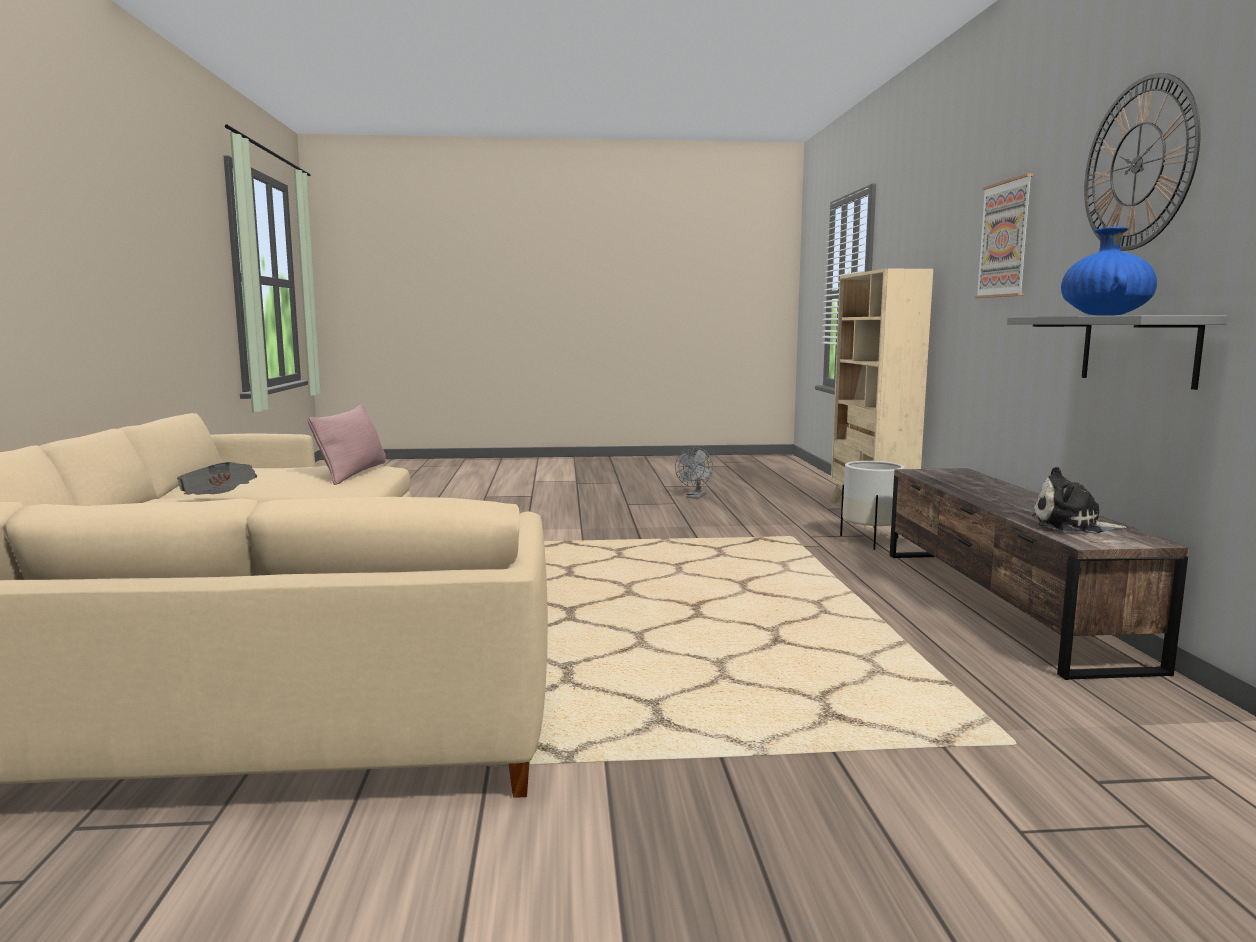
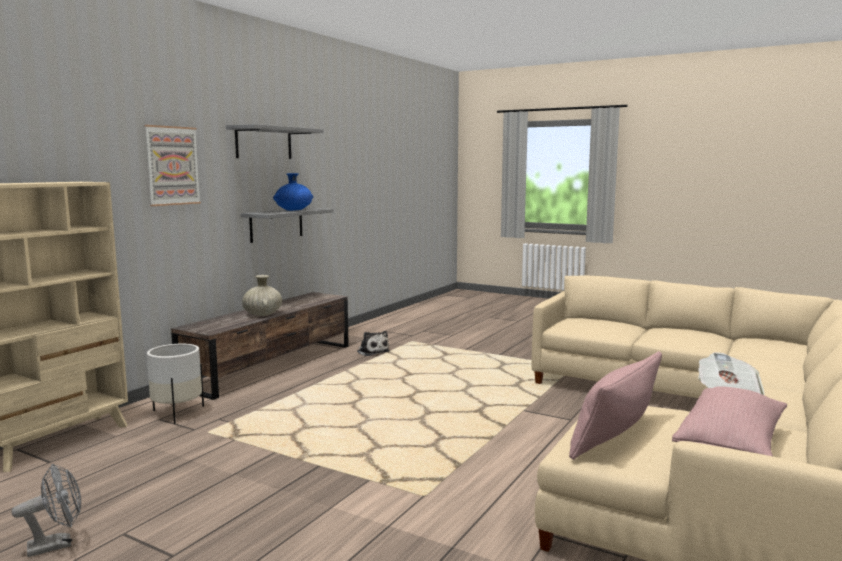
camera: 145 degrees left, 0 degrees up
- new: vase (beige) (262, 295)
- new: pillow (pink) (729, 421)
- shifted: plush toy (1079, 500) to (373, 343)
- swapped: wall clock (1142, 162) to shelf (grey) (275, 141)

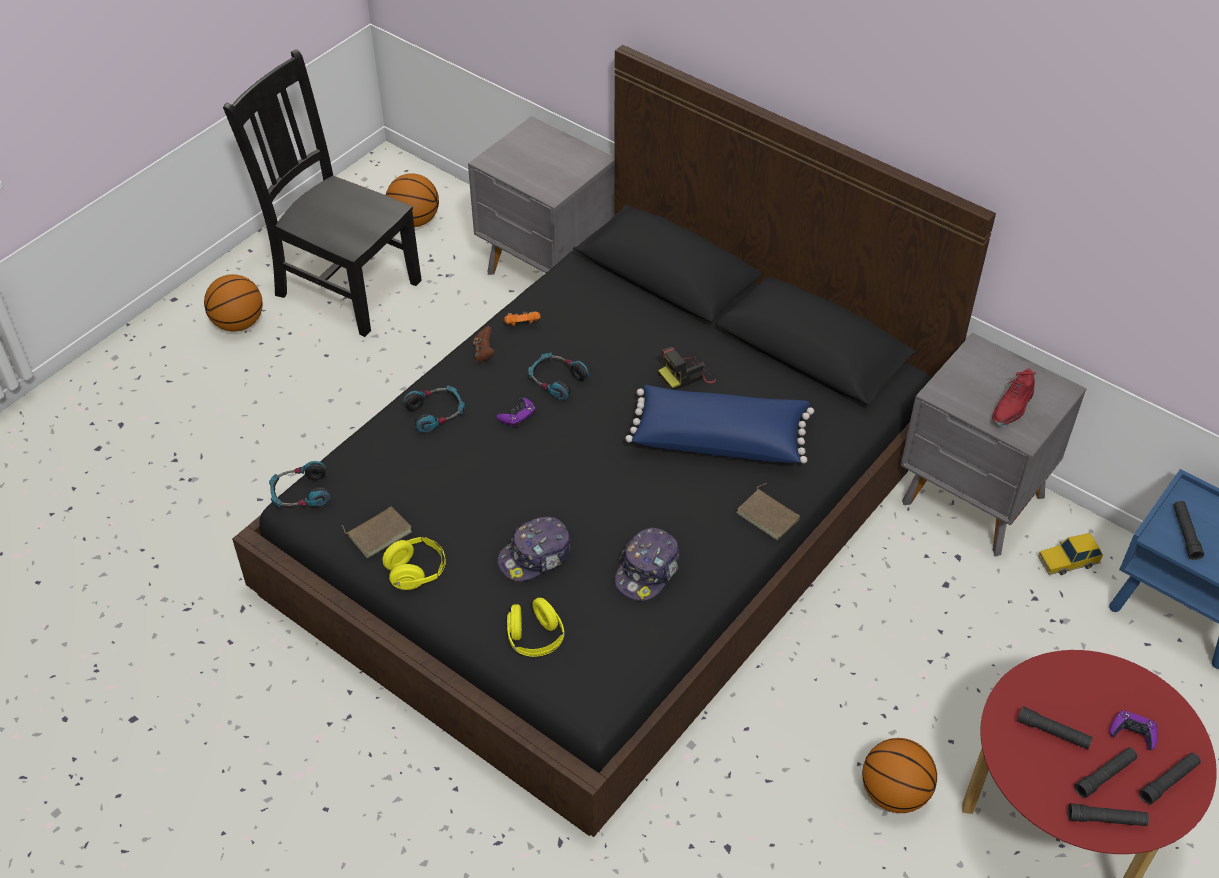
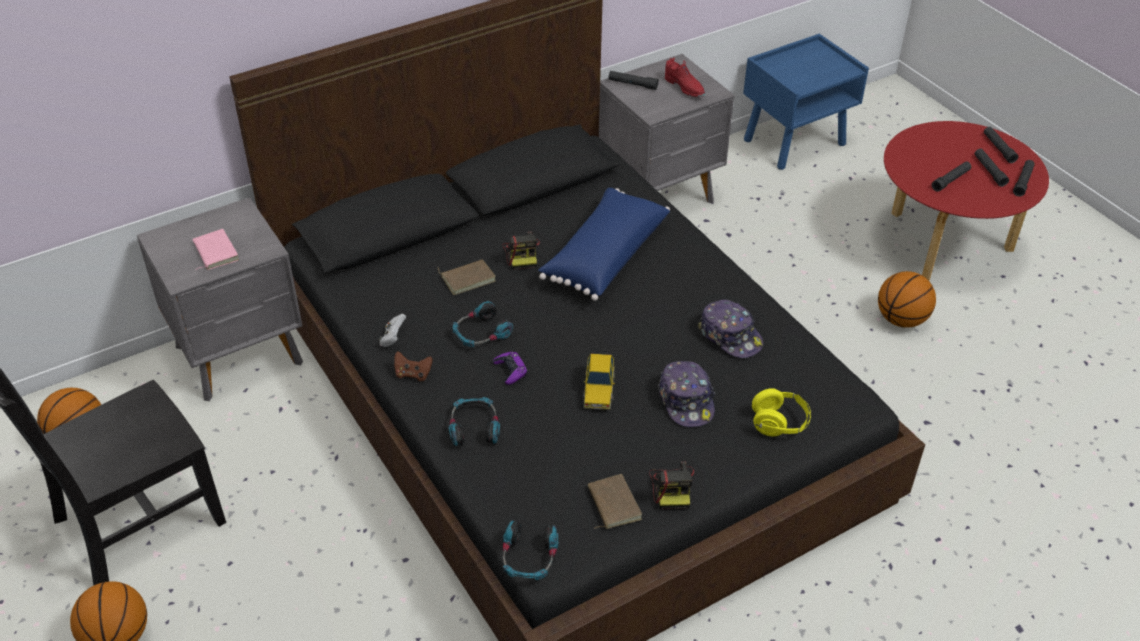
camera: 70 degrees left, 5 degrees down
- gone: game controller (purple) (1133, 730)
- new: book (pink) (215, 249)
- shifted: book (brown) (768, 511) to (466, 277)
- shifted: toy car (1070, 554) to (599, 382)
- shifted: flashlight (black) (1188, 530) to (634, 80)
- swapped: headphones (yellow) (414, 563) to photo camera (671, 485)
- repainted: game controller (orange) (522, 318) to game controller (white) (392, 330)

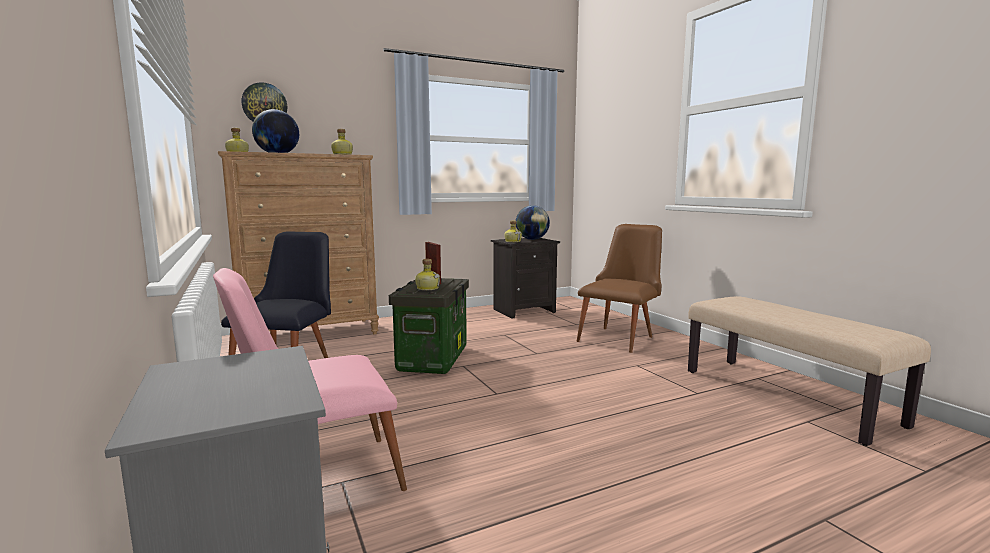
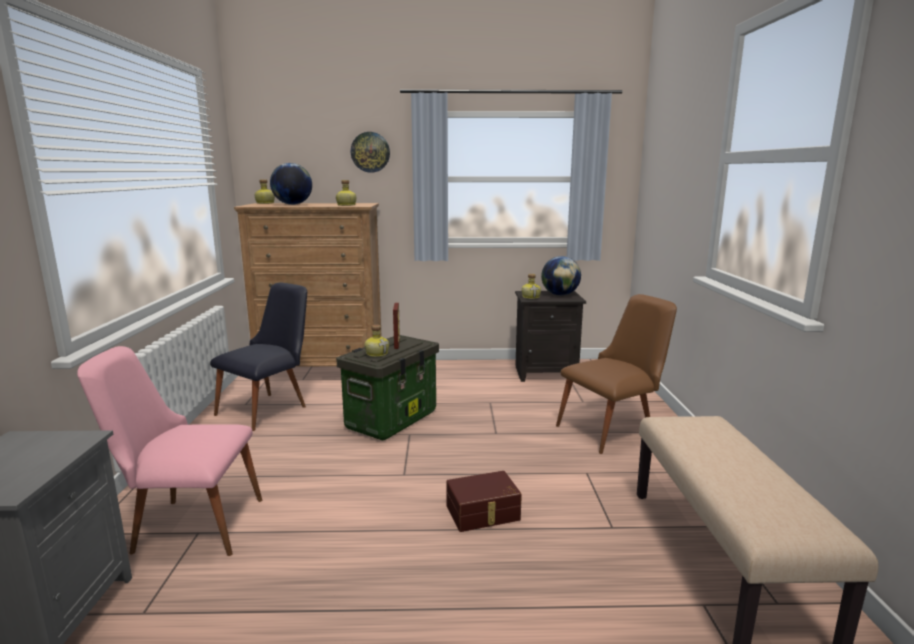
camera: 25 degrees right, 5 degrees up
- new: storage box (brown) (484, 501)
- shifted: wall clock (264, 102) to (370, 152)

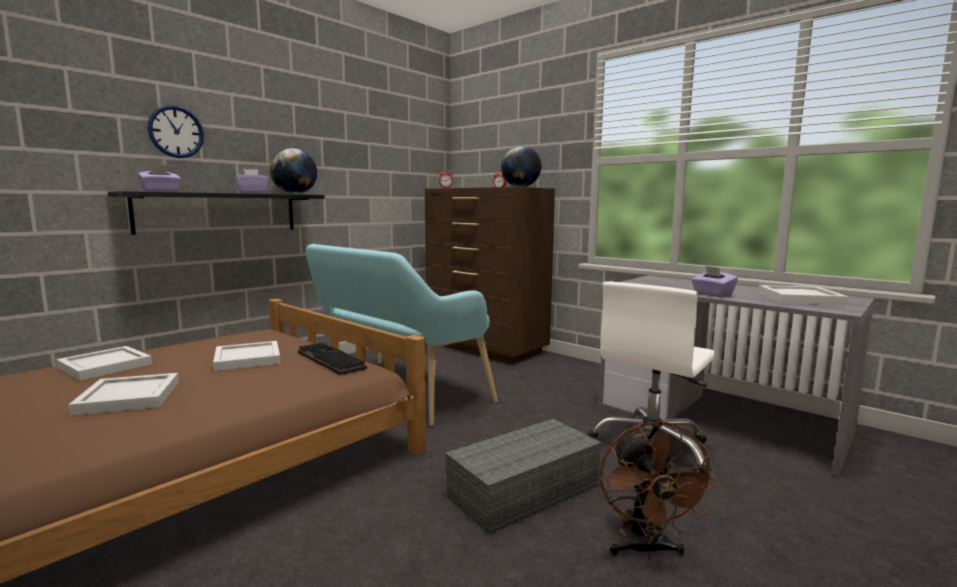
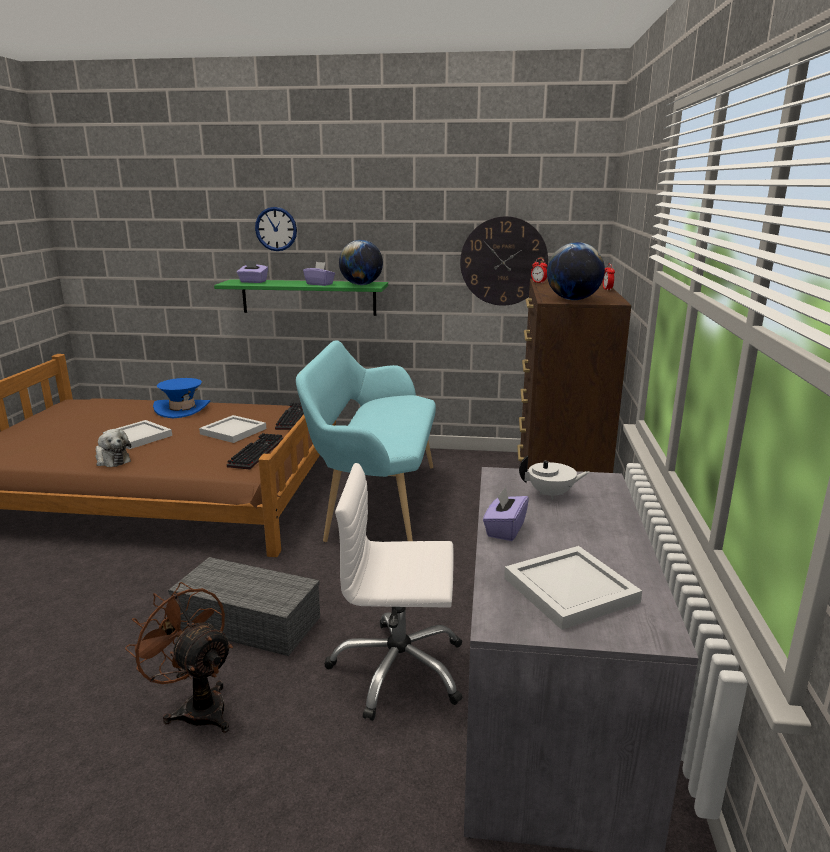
camera: 55 degrees right, 10 degrees up
- new: plush toy (113, 448)
- new: keyboard (289, 416)
- new: wall clock (504, 261)
- new: teapot (white) (554, 478)
- swapped: tray (white) (104, 363) to hat (blue) (181, 398)
- repainted: shelf (black) (216, 213) to shelf (green) (301, 297)
- rotated: fan (brown) (659, 489) = (179, 657) 75 degrees clockwise

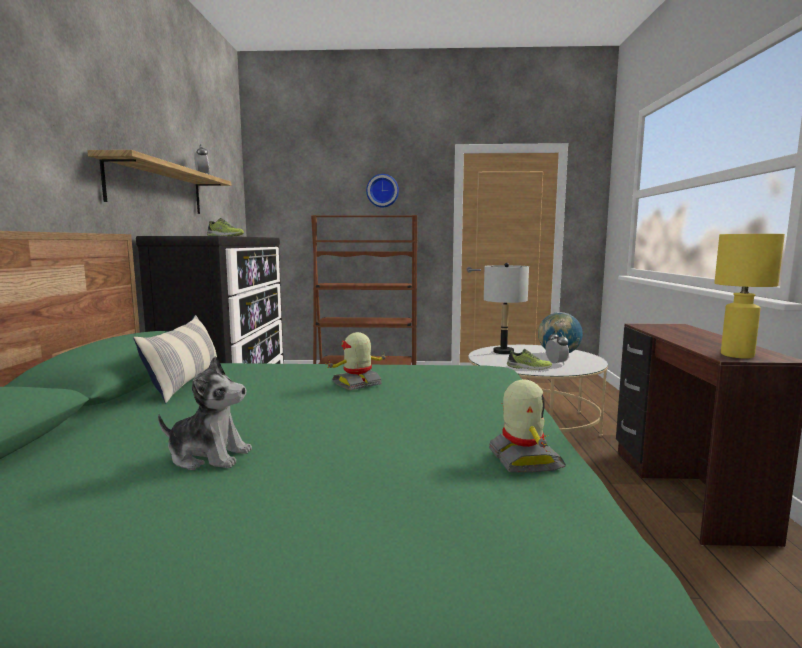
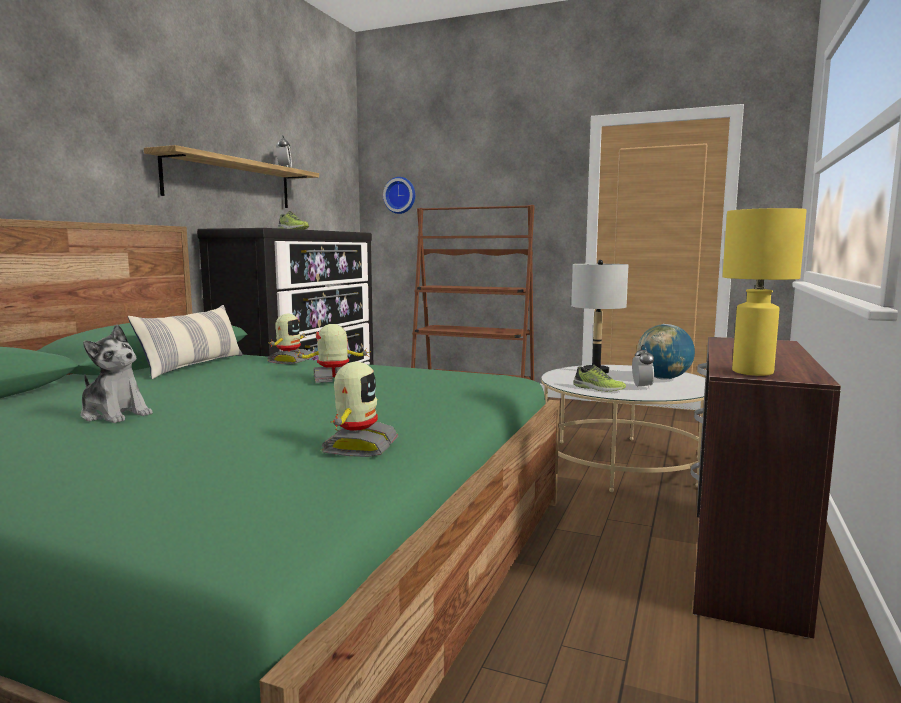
camera: 20 degrees right, 0 degrees up
- new: toy robot (291, 339)
- shifted: wall clock (382, 190) to (399, 195)

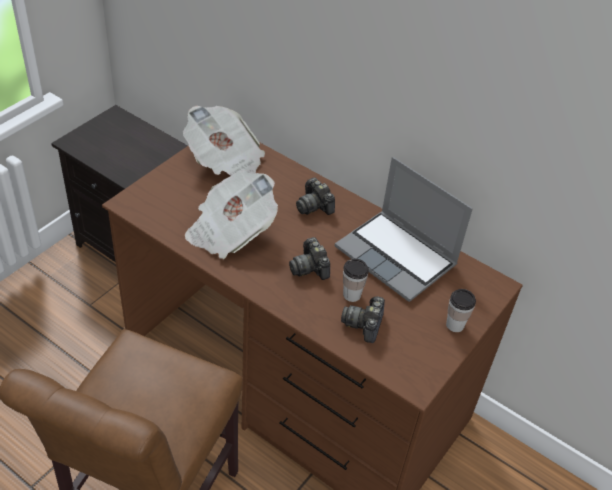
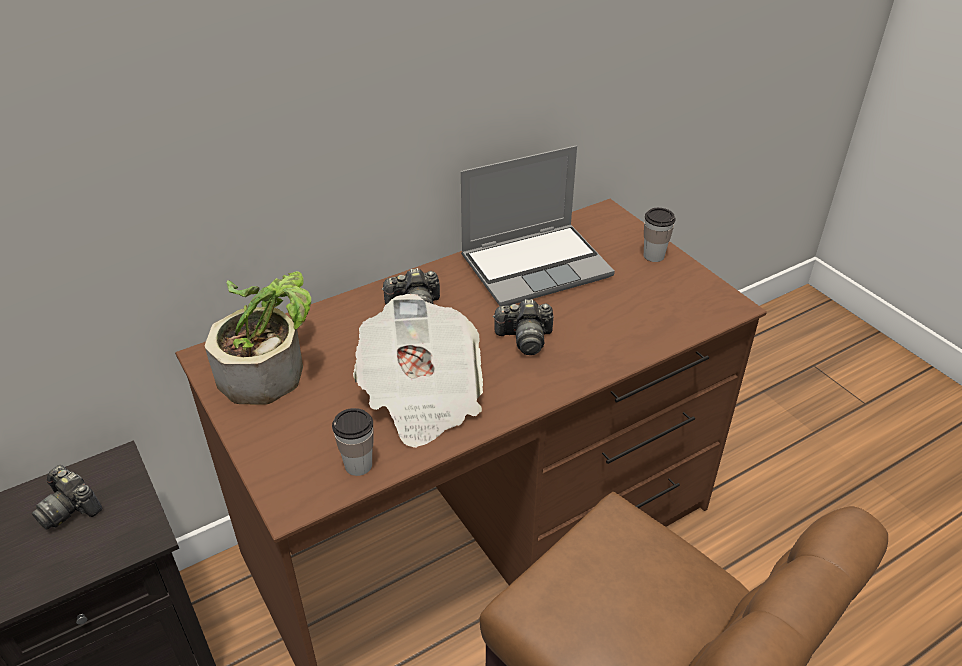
camera: 65 degrees left, 5 degrees down
- shifted: photo camera (363, 319) to (67, 497)
- shifted: cup (356, 280) to (352, 442)
- swapped: newspaper (224, 141) to potted plant (258, 338)

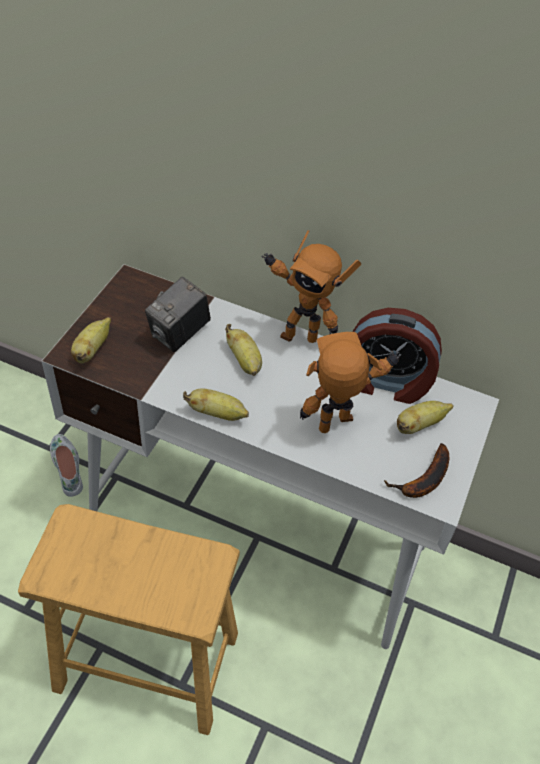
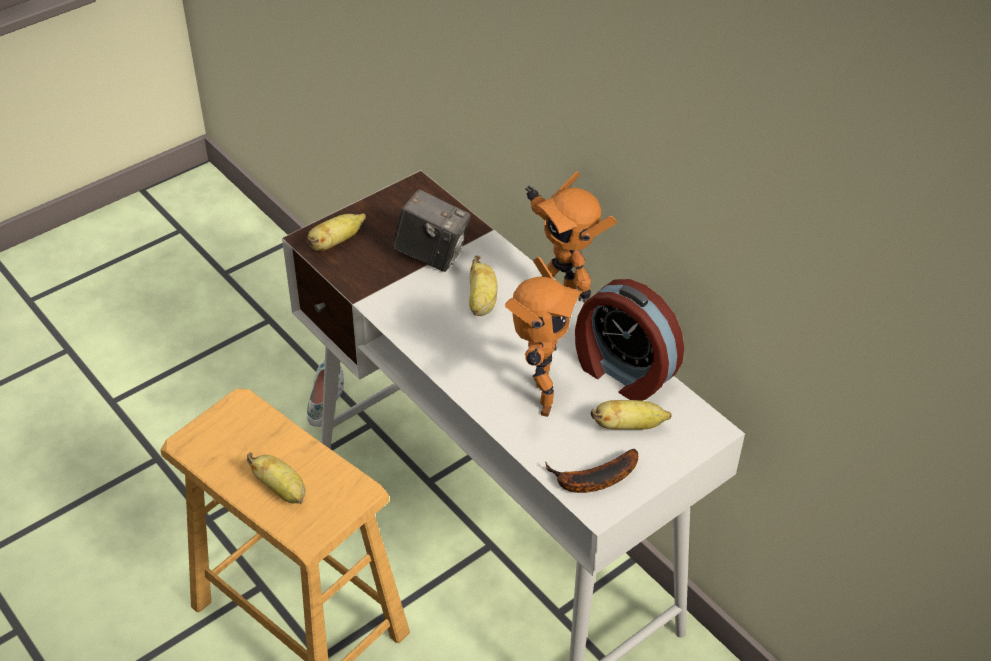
camera: 30 degrees right, 5 degrees down
- shifted: banana (216, 405) to (276, 478)
- rotated: photo camera (178, 314) = (431, 230) 135 degrees counterclockwise
- rotated: toy robot (351, 382) = (543, 337) 90 degrees clockwise

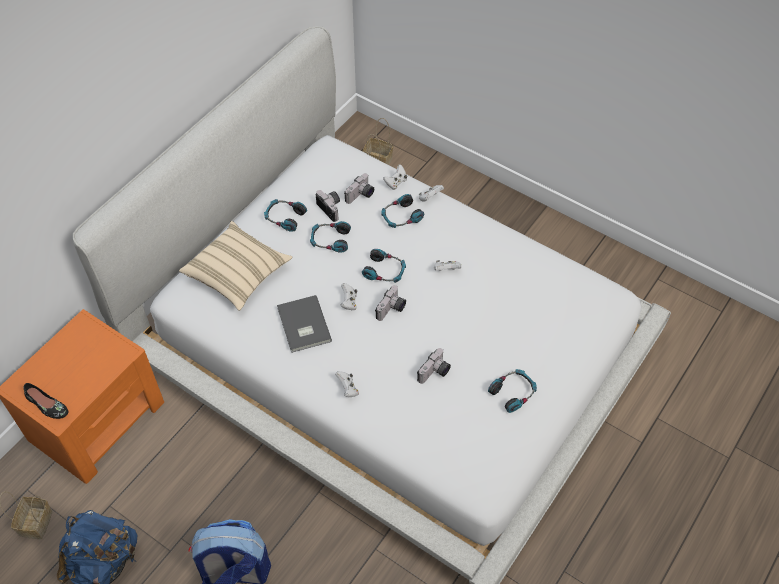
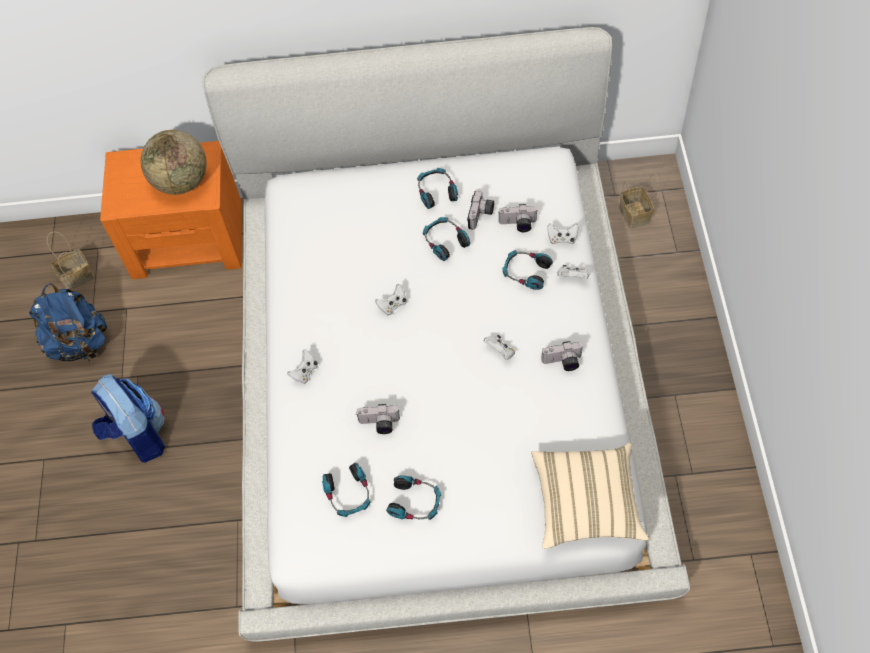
camera: 55 degrees right, 5 degrees up
- gone: shoe (black) (45, 401)
- gone: book (grey) (304, 324)
- new: globe (174, 162)
- shifted: pillow (beige) (235, 265) to (590, 496)
- shifted: headphones (384, 266) to (346, 489)
- shifted: photo camera (390, 303) to (562, 356)

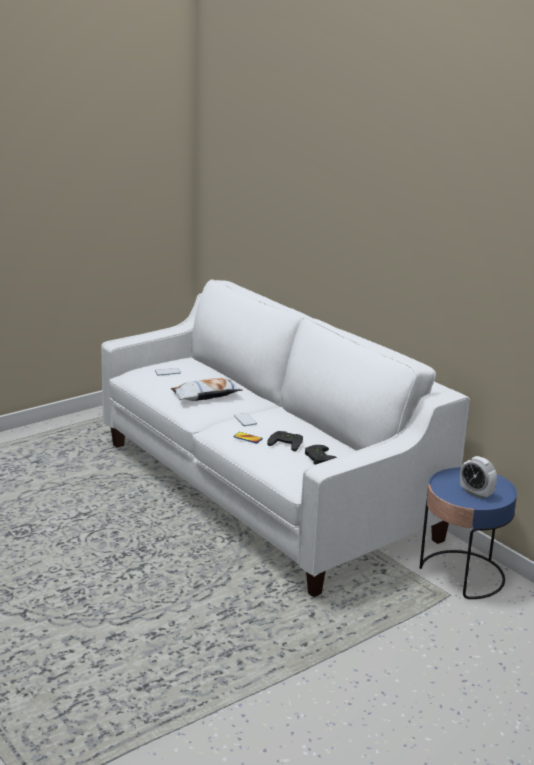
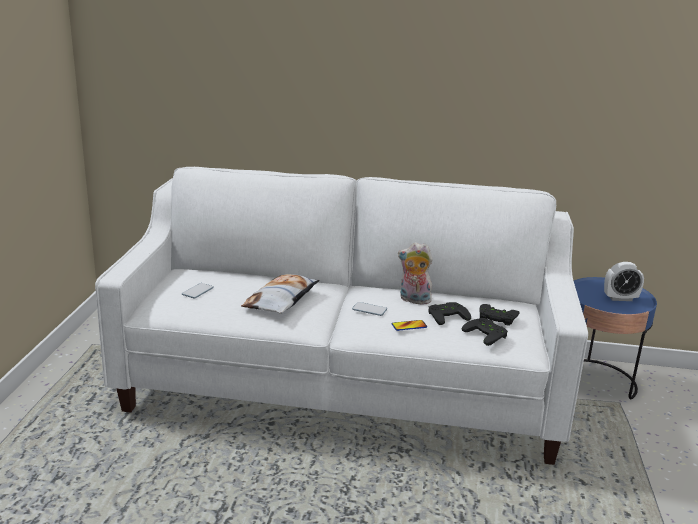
camera: 45 degrees left, 0 degrees up
- new: plush toy (415, 273)
- new: game controller (black) (485, 332)

